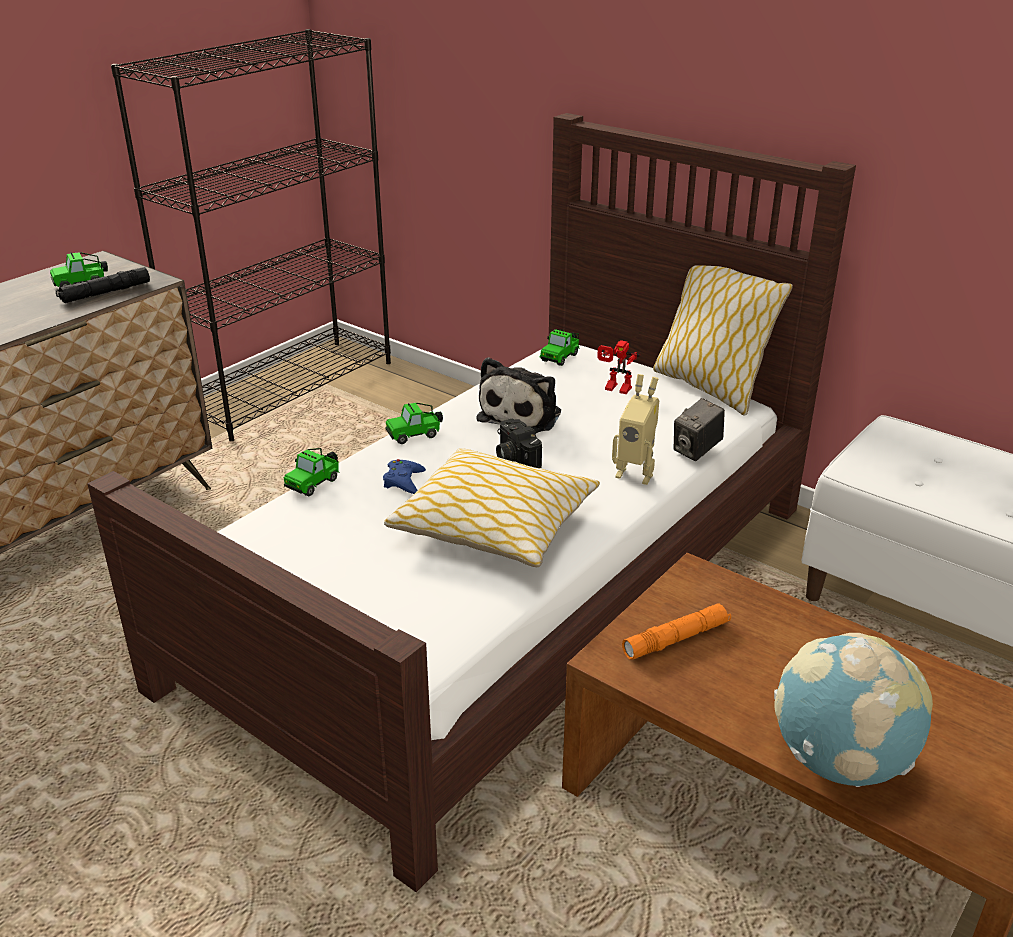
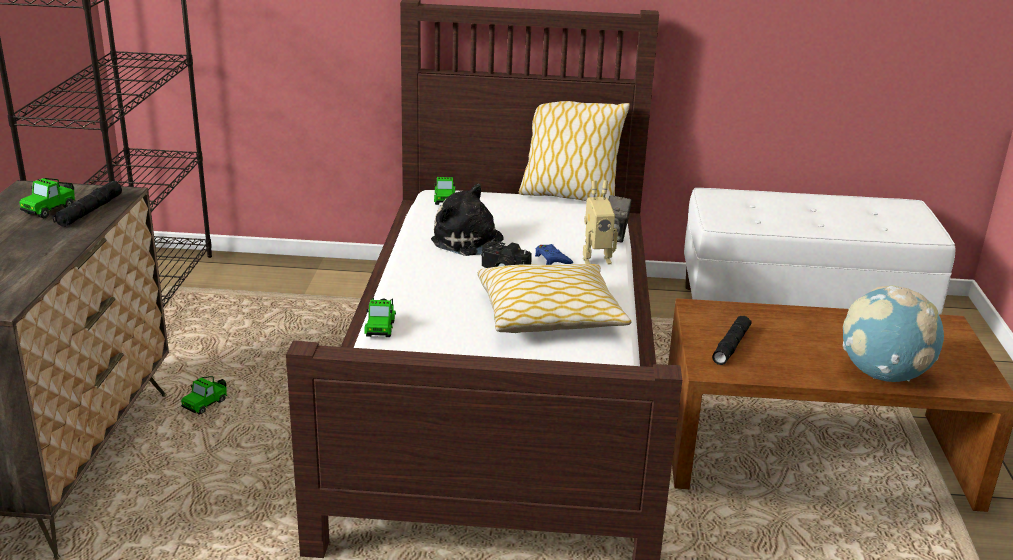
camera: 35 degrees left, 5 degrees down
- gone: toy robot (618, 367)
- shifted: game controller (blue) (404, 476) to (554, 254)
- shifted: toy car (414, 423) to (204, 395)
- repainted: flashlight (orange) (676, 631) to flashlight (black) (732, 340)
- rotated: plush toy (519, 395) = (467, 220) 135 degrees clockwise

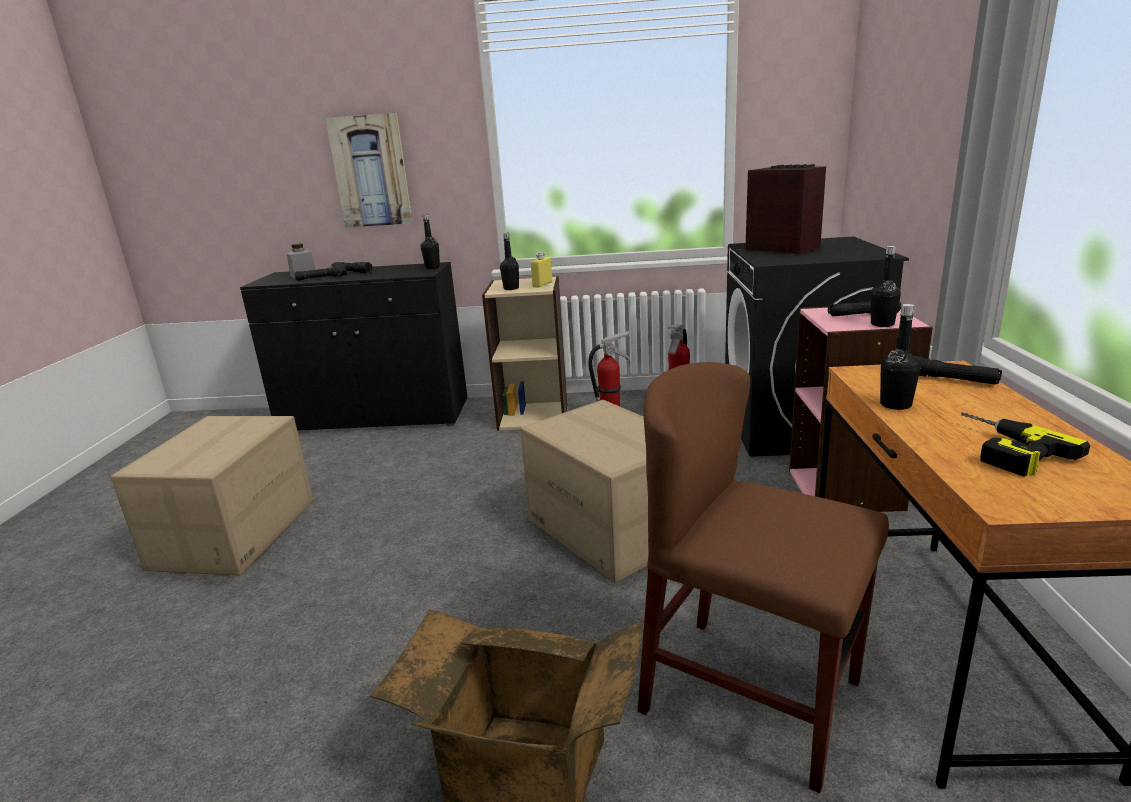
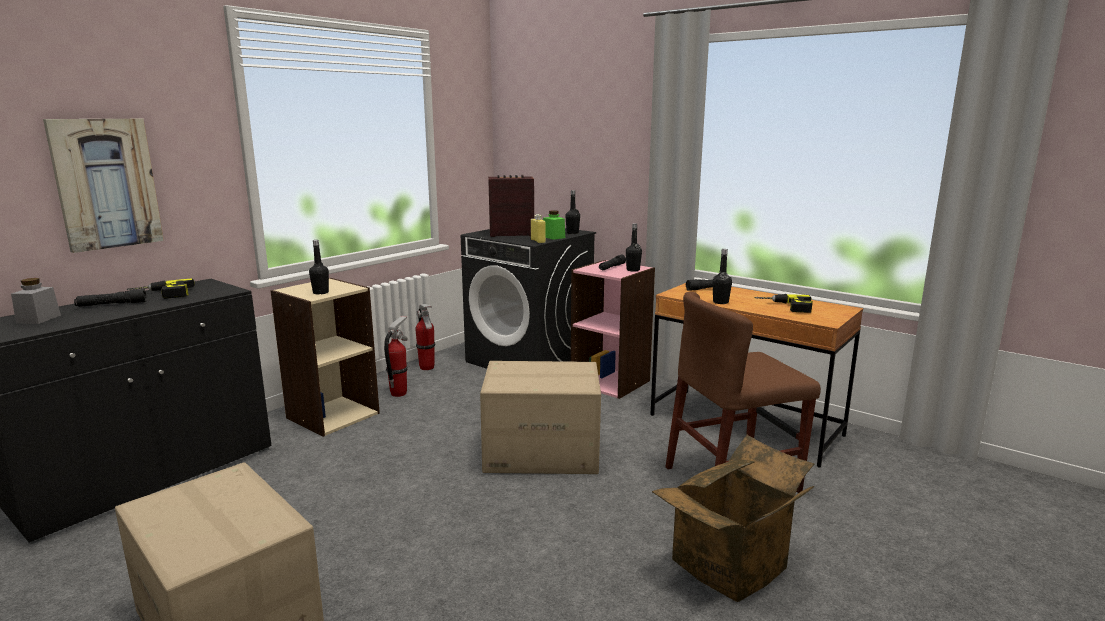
camera: 55 degrees left, 5 degrees down
- gone: flashlight (black) (321, 272)
- new: power drill (161, 288)
- new: jar (green) (554, 225)
- shifted: bottle (black) (430, 241) to (572, 212)
- shifted: bottle (yellow) (542, 270) to (538, 228)

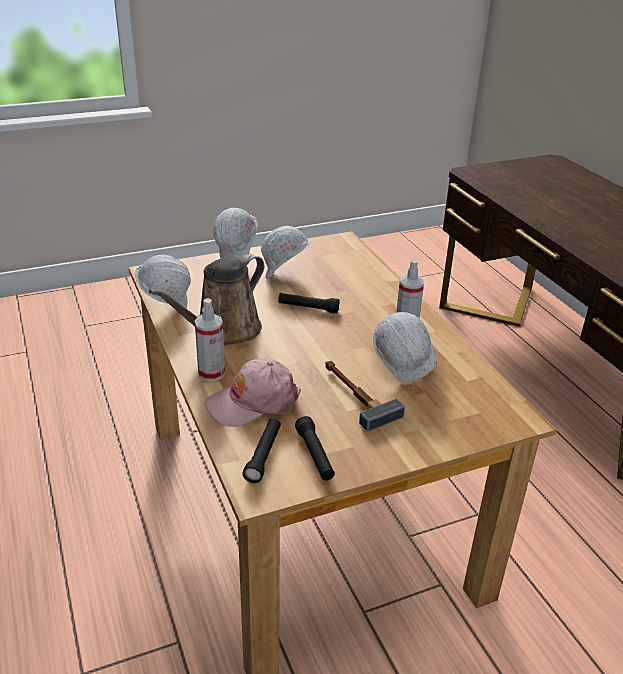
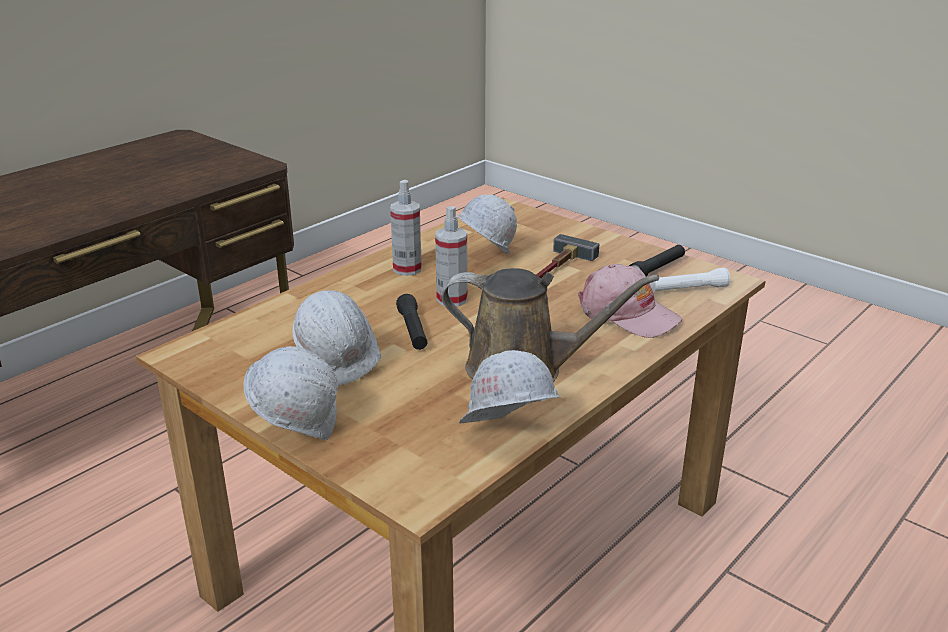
camera: 115 degrees left, 5 degrees down
- shifted: spray bottle (210, 339) to (451, 256)
- repainted: flashlight (black) (261, 450) to flashlight (white) (690, 280)

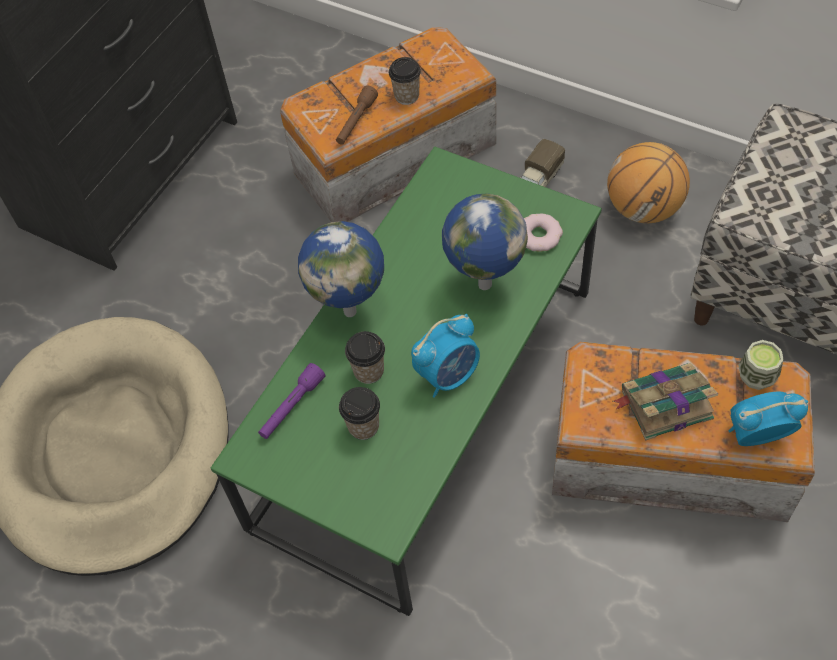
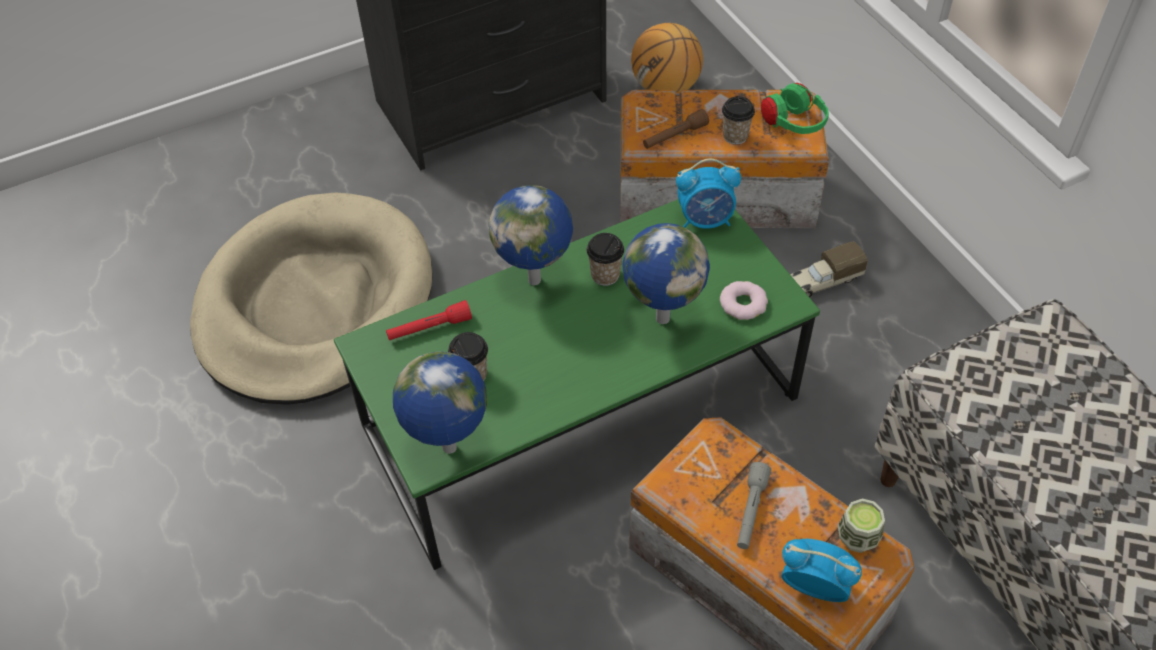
camera: 30 degrees right, 5 degrees down
- new: globe (440, 402)
- new: headphones (green) (795, 108)
- shifted: cup (365, 357) to (605, 259)
- shifted: alarm clock (445, 356) to (708, 193)
- shifted: basketball (648, 182) to (667, 57)
- swapped: book (665, 401) to flashlight (grey) (754, 505)
- repainted: flashlight (purple) (291, 401) to flashlight (red) (429, 320)

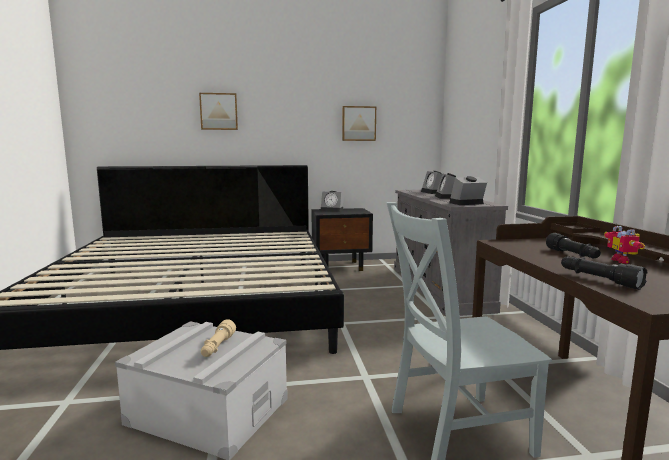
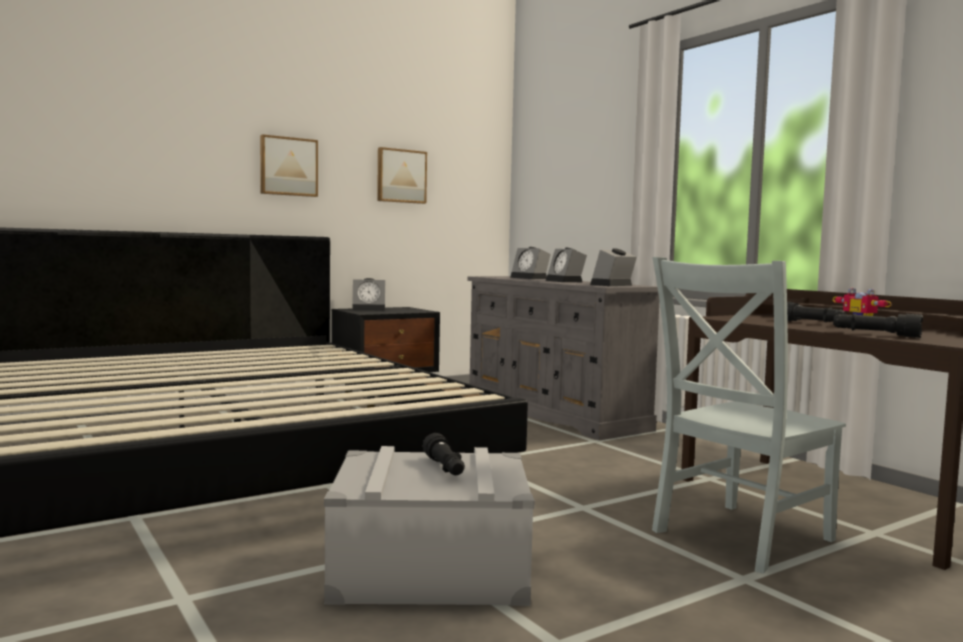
camera: 25 degrees left, 5 degrees down
- shifted: picture (218, 111) to (289, 165)
- repainted: flashlight (beige) (218, 338) to flashlight (black) (444, 454)

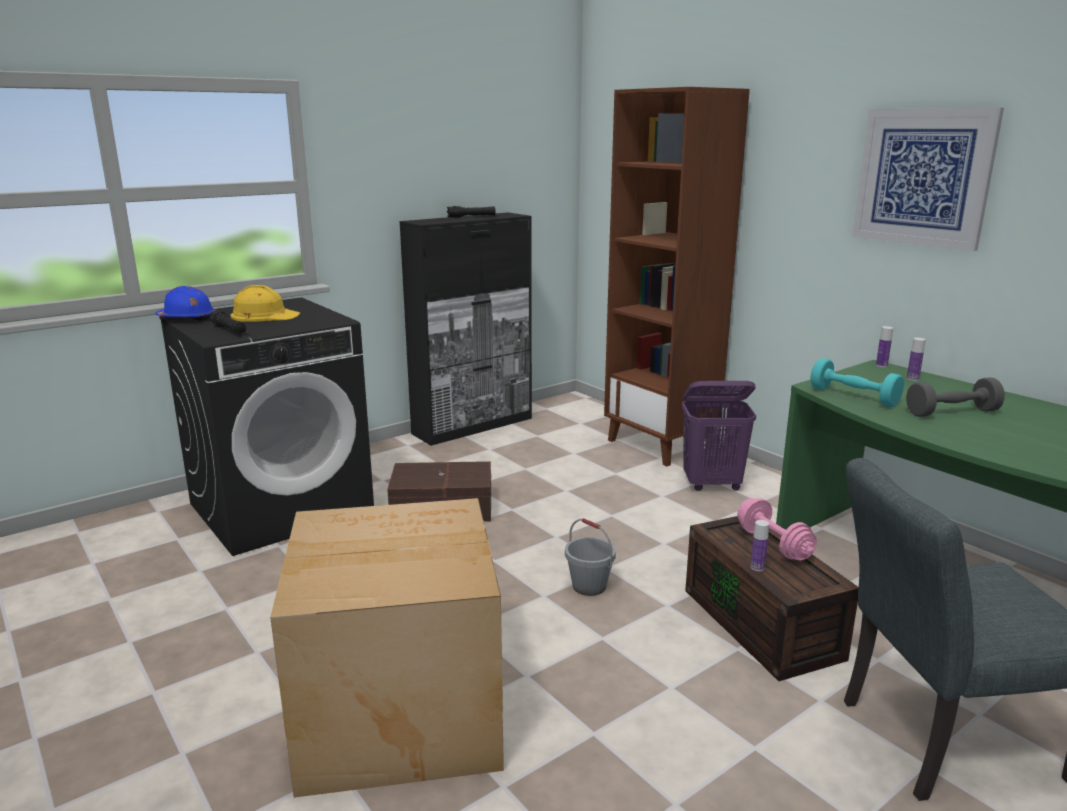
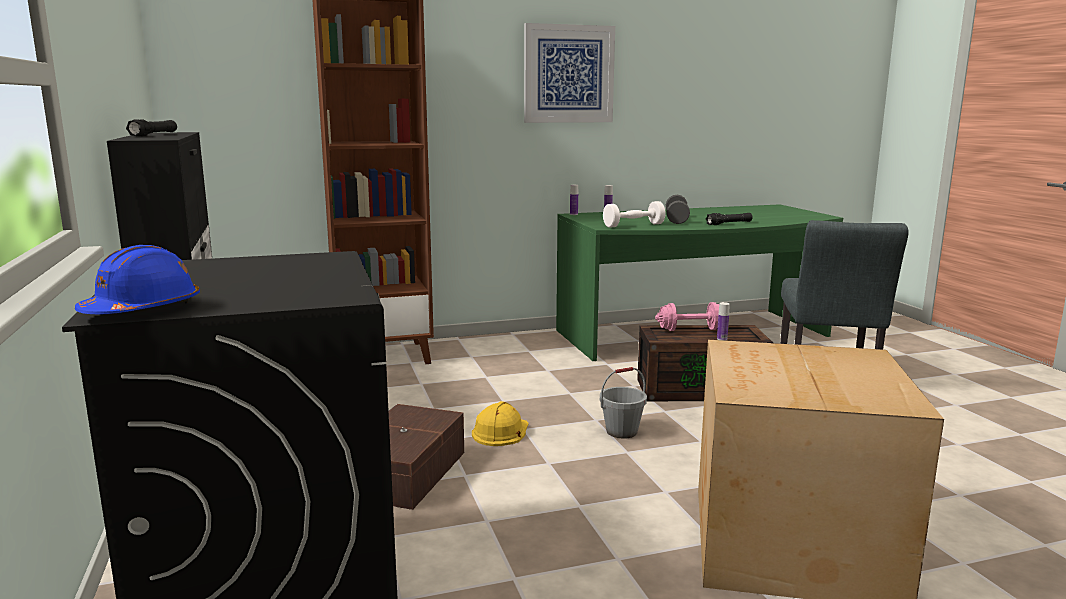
camera: 70 degrees left, 5 degrees down
- gone: laundry basket (purple) (719, 436)
- shifted: flashlight (black) (228, 323) to (729, 219)
- shifted: hard hat (yellow) (265, 303) to (500, 423)
- repainted: dumbbell (turquoise) (857, 382) to dumbbell (white) (634, 214)

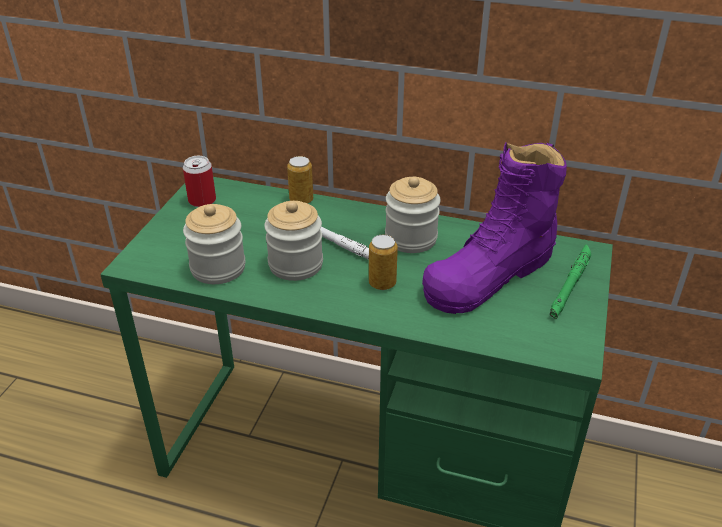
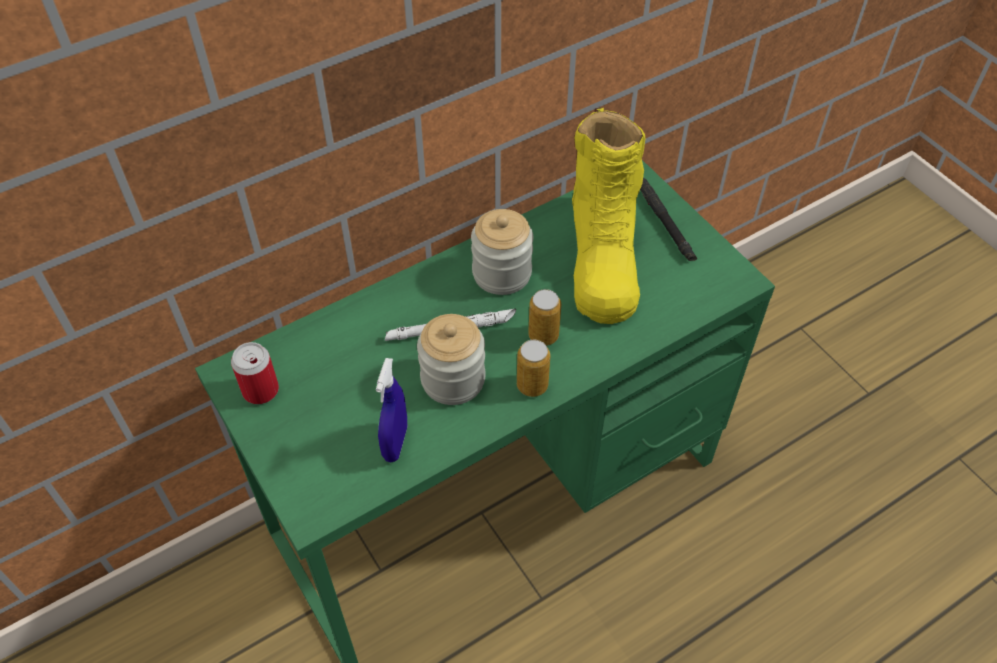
camera: 50 degrees left, 15 degrees up
- shifted: can (300, 180) to (533, 368)
- swapped: jar (214, 244) to spray bottle (blue) (391, 410)
- repainted: boot (purple) (494, 228) to boot (yellow) (608, 216)
- repainted: flashlight (green) (570, 282) to flashlight (black) (668, 219)

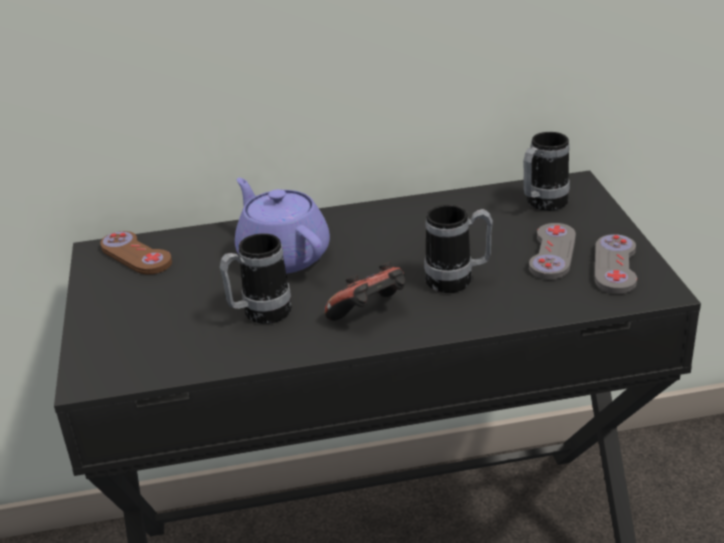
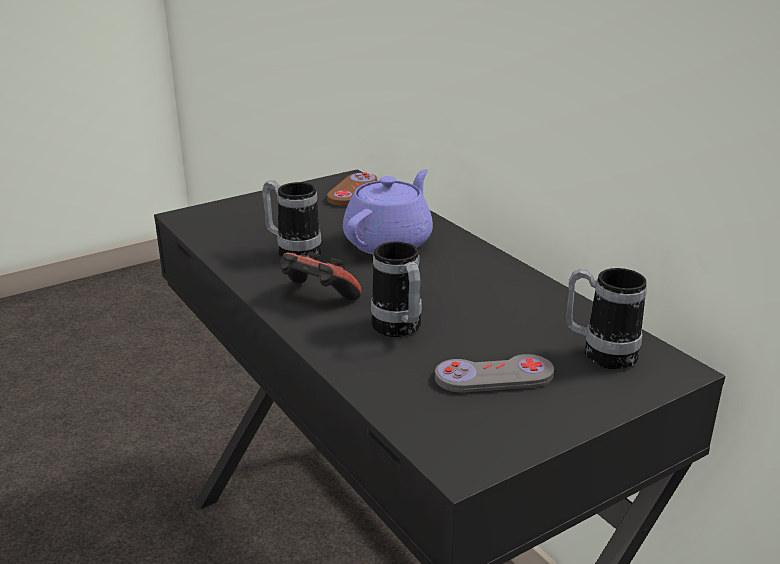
camera: 65 degrees right, 5 degrees down
- gone: game controller (grey) (615, 264)

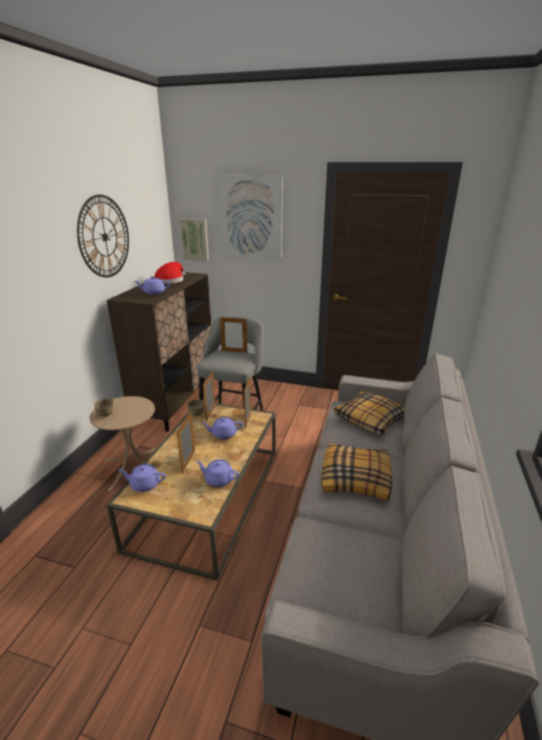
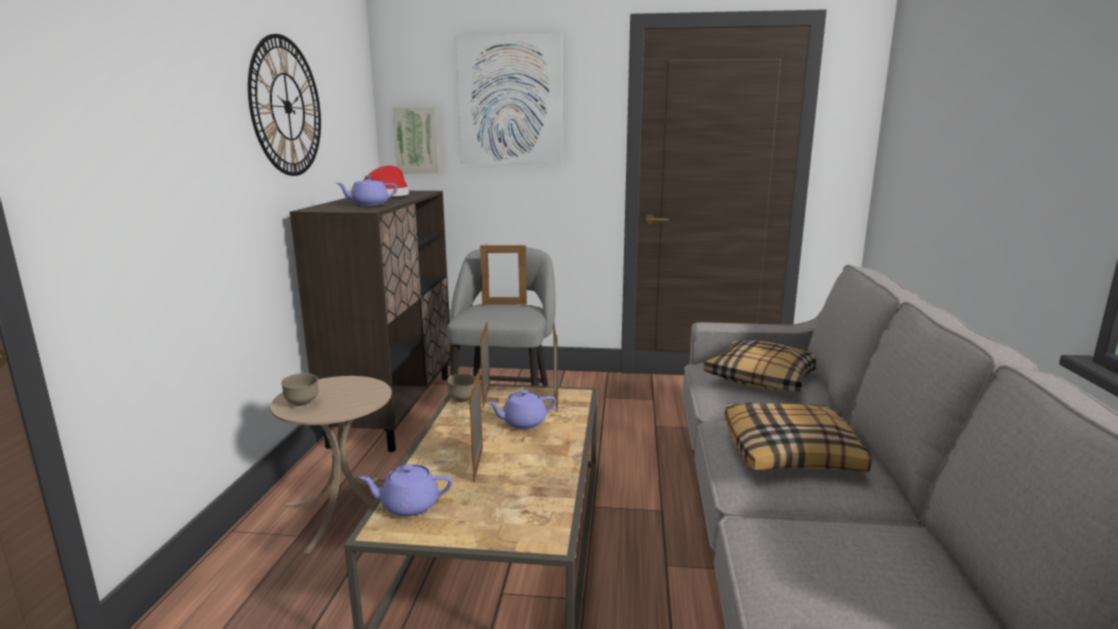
camera: 10 degrees left, 10 degrees down
- gone: teapot (purple) (217, 473)

